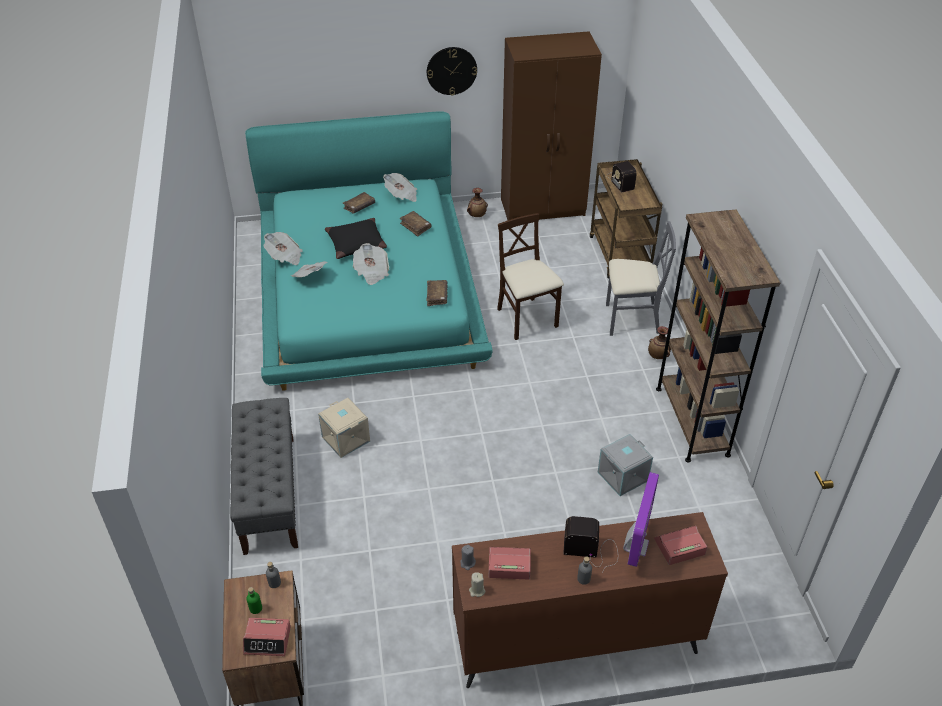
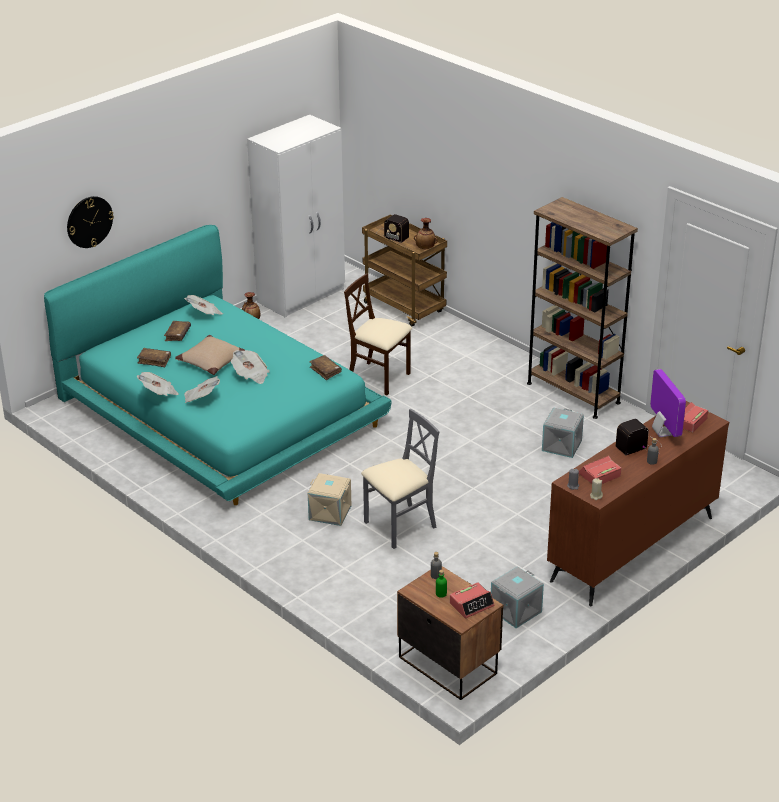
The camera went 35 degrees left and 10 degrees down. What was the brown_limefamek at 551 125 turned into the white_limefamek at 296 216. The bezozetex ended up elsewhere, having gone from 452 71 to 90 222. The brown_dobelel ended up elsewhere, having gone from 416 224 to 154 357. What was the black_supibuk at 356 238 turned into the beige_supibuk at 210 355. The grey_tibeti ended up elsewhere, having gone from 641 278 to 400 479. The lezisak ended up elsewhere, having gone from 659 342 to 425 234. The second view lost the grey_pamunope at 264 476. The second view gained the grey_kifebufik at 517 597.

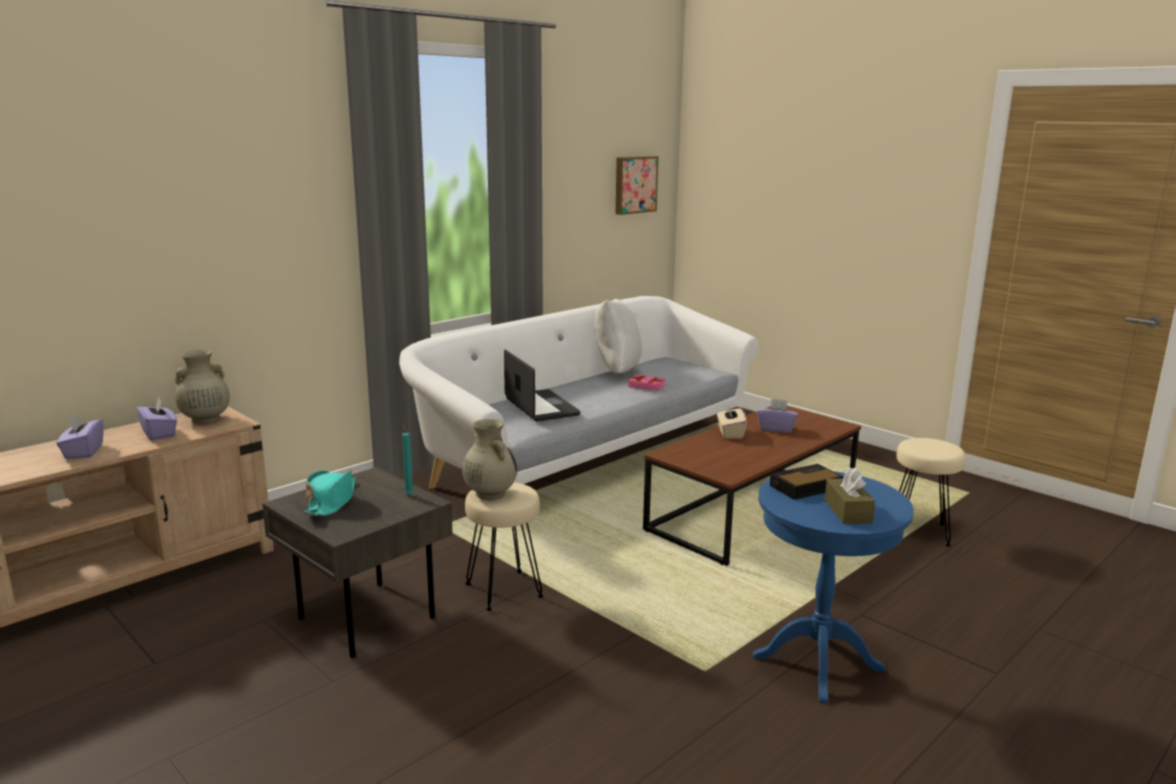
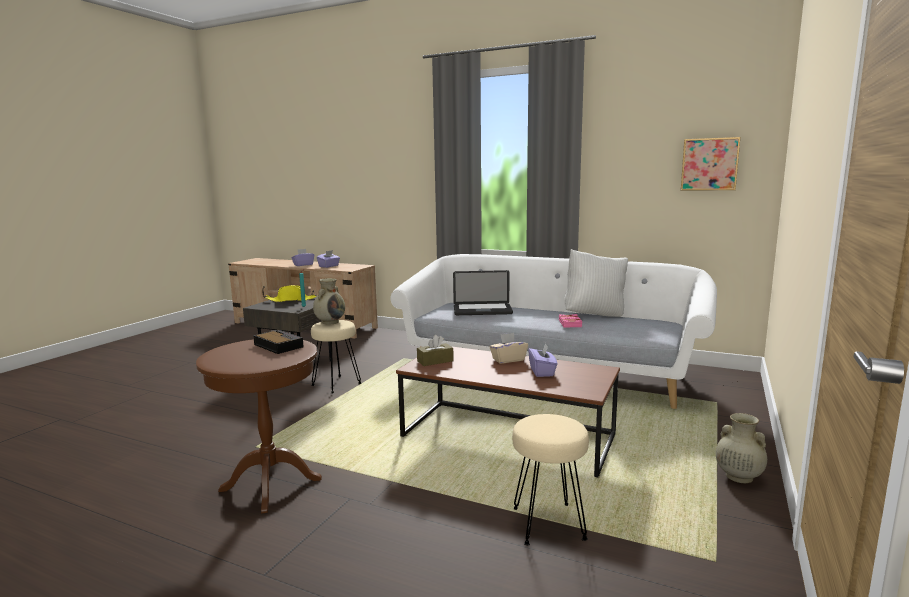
The camera went 70 degrees right and 5 degrees down. The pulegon at 542 385 ended up facing another way, 45 degrees clockwise from before. The beige_lezisak ended up elsewhere, having gone from 202 387 to 741 448. The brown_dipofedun ended up elsewhere, having gone from 850 495 to 435 350. What was the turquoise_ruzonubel at 329 493 turned into the yellow_ruzonubel at 291 293. What was the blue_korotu at 833 587 turned into the brown_korotu at 259 426.

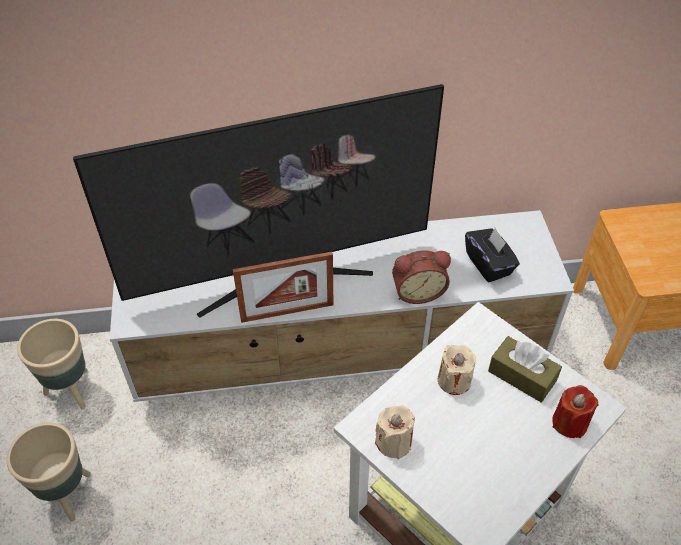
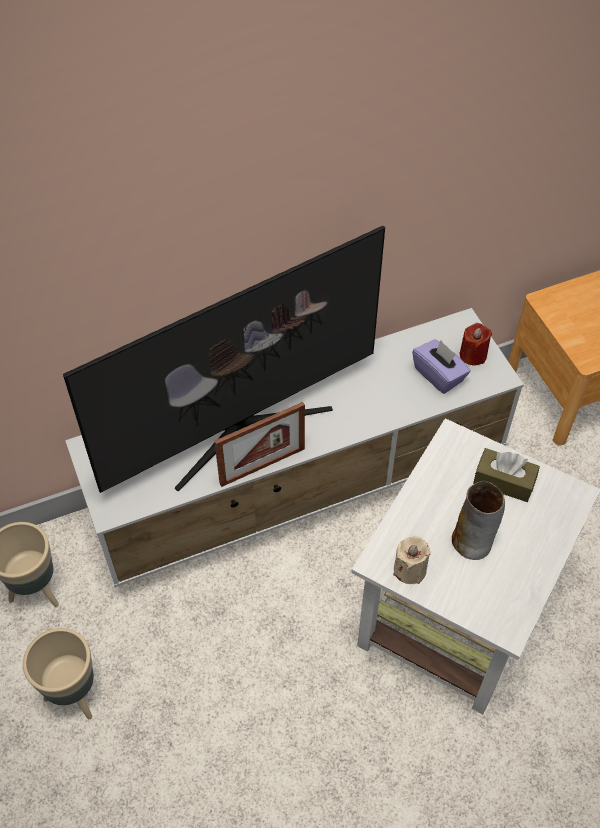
The camera went 15 degrees left and 5 degrees up. What was the black_dipofedun at 492 255 turned into the purple_dipofedun at 441 366. The second view lost the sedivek at 421 277. The second view lost the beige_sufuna at 457 370. The red_sufuna ended up elsewhere, having gone from 575 411 to 476 344. The second view gained the lezisak at 478 520.

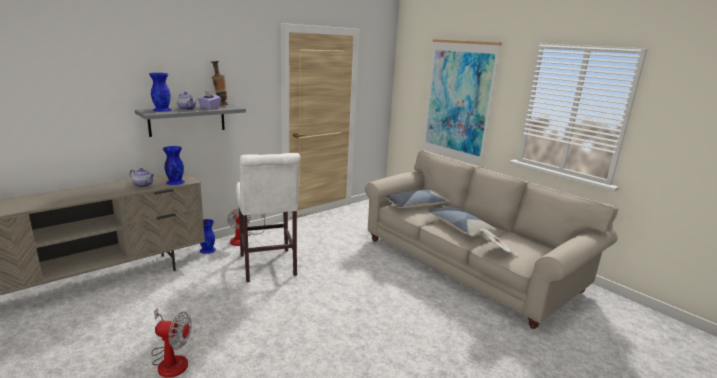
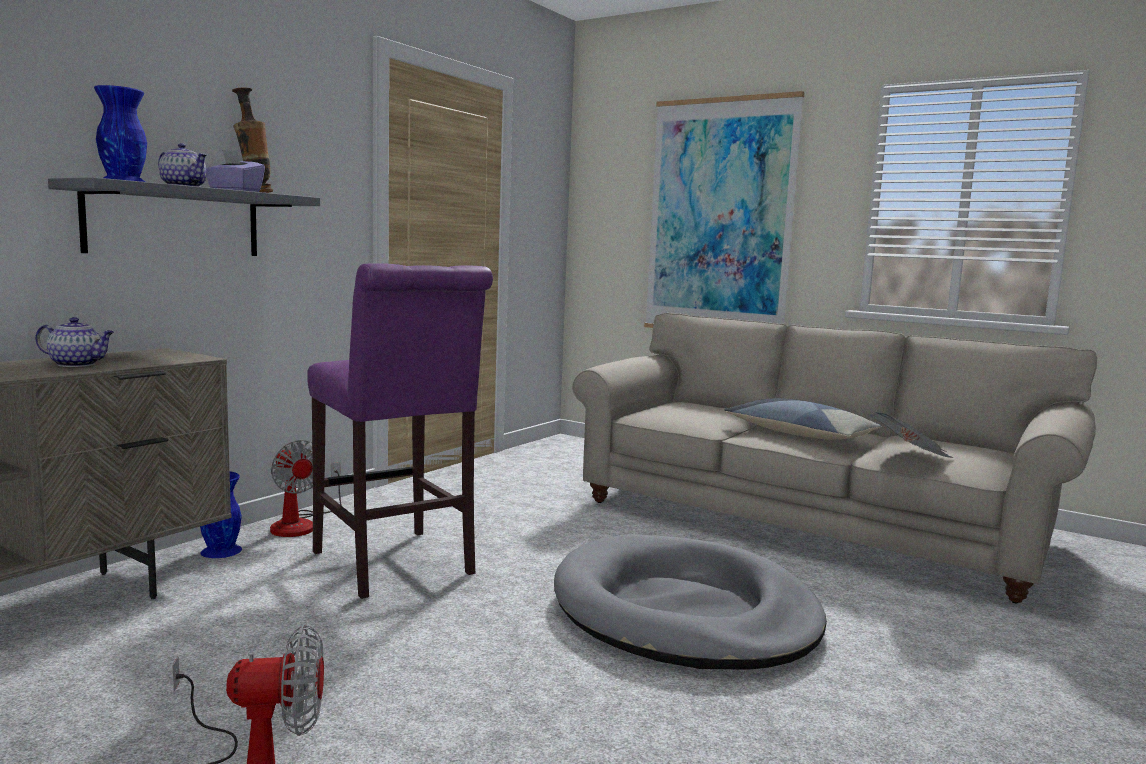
The camera went 15 degrees left and 10 degrees down. The second view lost the blue_lezisak at 174 165. What was the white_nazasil at 268 217 turned into the purple_nazasil at 400 431. The second view lost the supibuk at 418 199. The second view gained the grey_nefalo at 690 602.

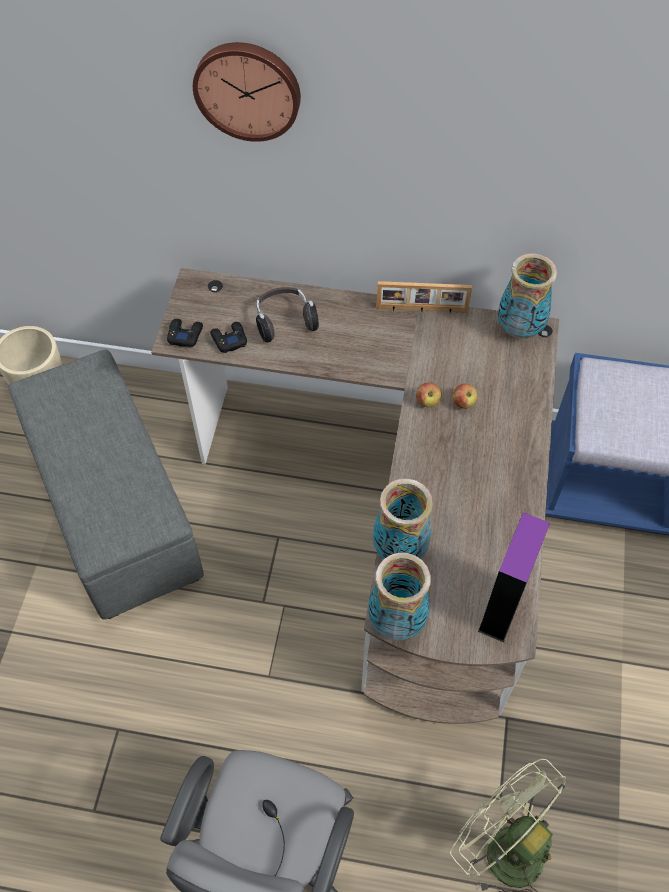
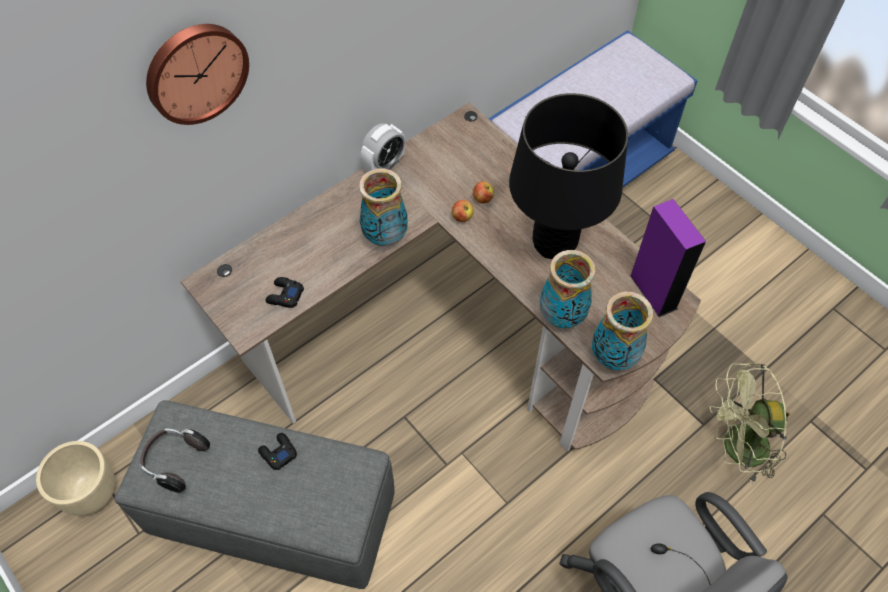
The camera went 50 degrees left and 0 degrees up. The lezisak ended up elsewhere, having gone from 527 295 to 383 207. Where the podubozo stood at 424 297, the sedivek came to stand at 383 147. The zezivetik ended up elsewhere, having gone from 287 315 to 175 460. The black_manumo ended up elsewhere, having gone from 185 333 to 277 451. The second view gained the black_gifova at 568 176.

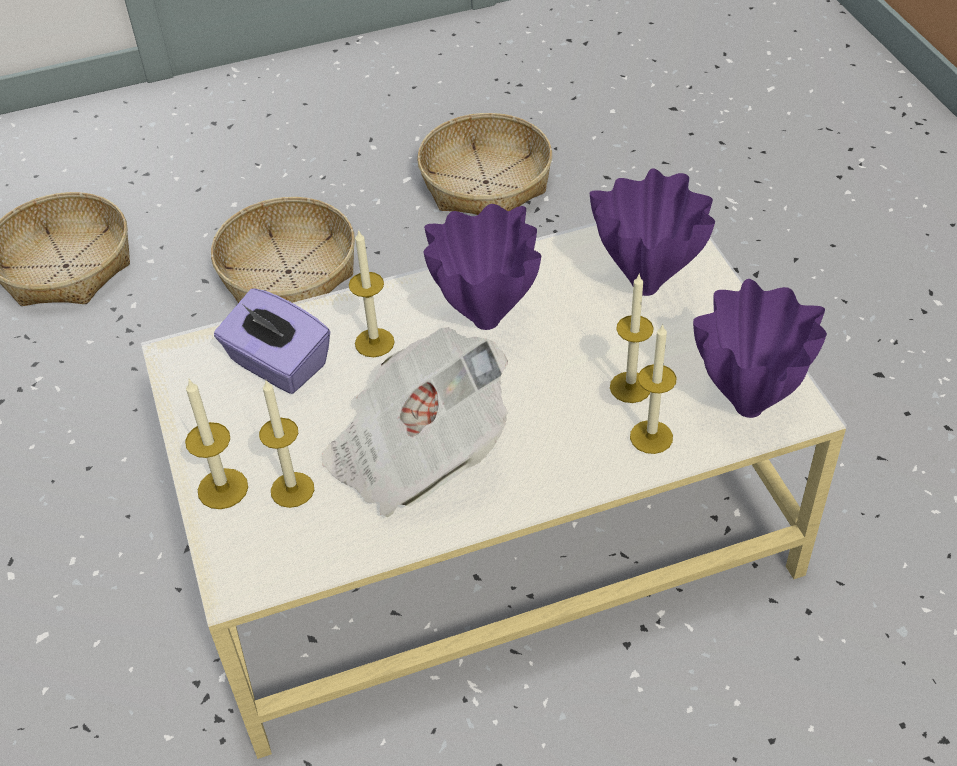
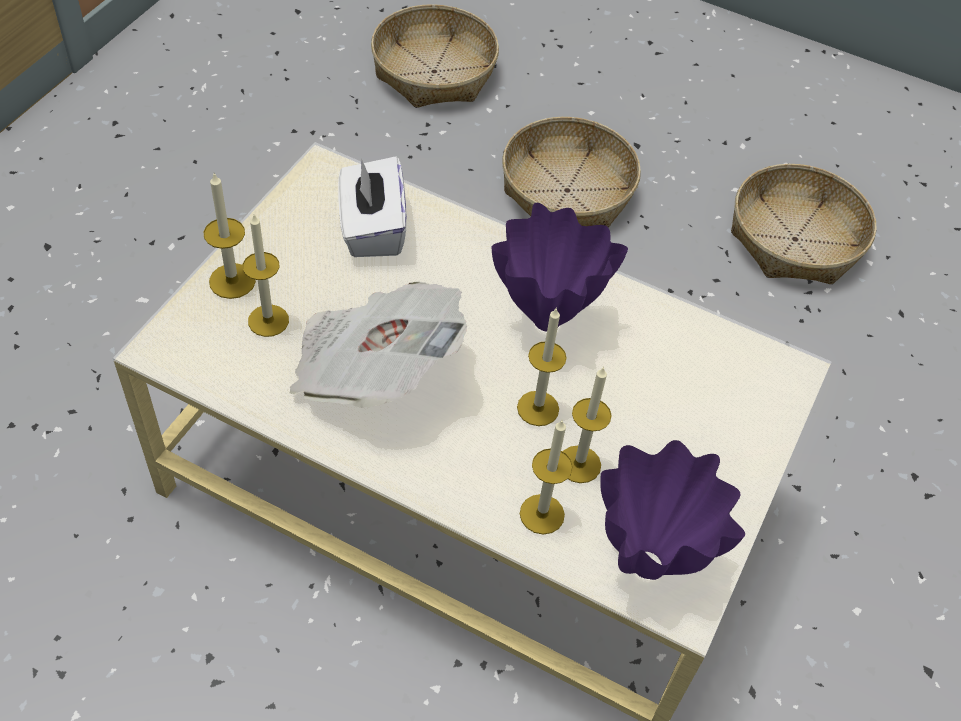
The camera went 40 degrees right and 5 degrees up. The second view lost the purple_lezisak at 652 232. The sufuna ended up elsewhere, having gone from 372 293 to 542 366. What was the purple_dipofedun at 272 341 turned into the white_dipofedun at 372 206.

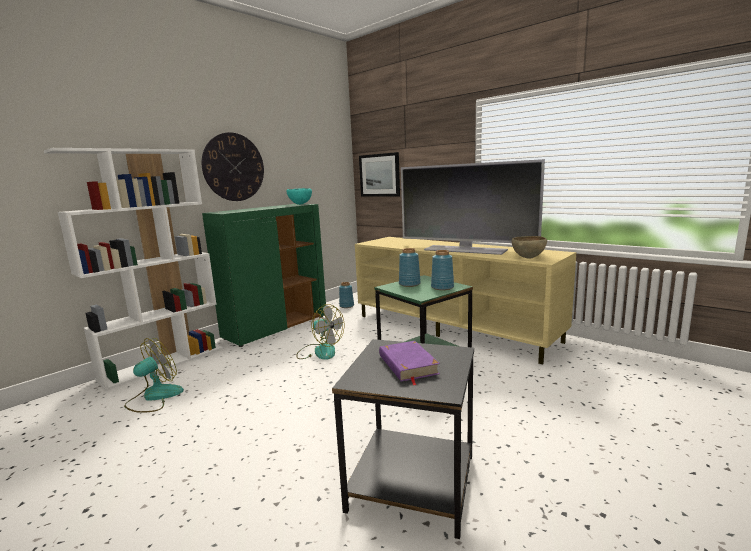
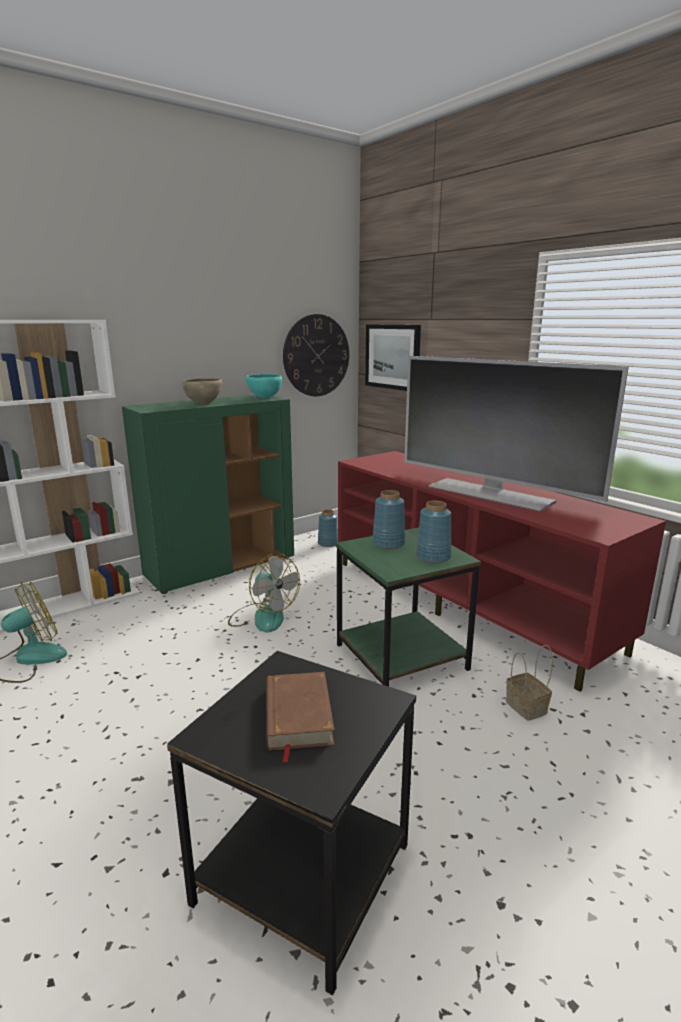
The camera went 10 degrees right and 5 degrees up. The bezozetex ended up elsewhere, having gone from 233 166 to 316 355. The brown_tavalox ended up elsewhere, having gone from 529 247 to 202 391. What was the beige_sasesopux at 465 301 turned into the red_sasesopux at 502 571. What was the purple_dobelel at 409 363 turned into the brown_dobelel at 300 717. The second view gained the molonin at 529 683.

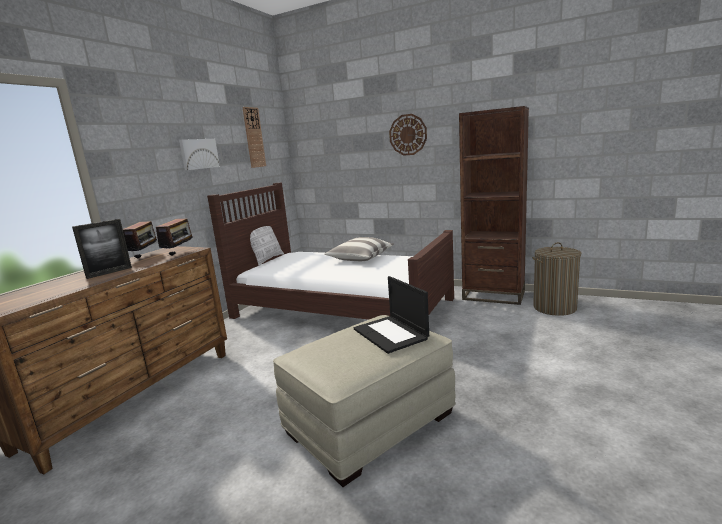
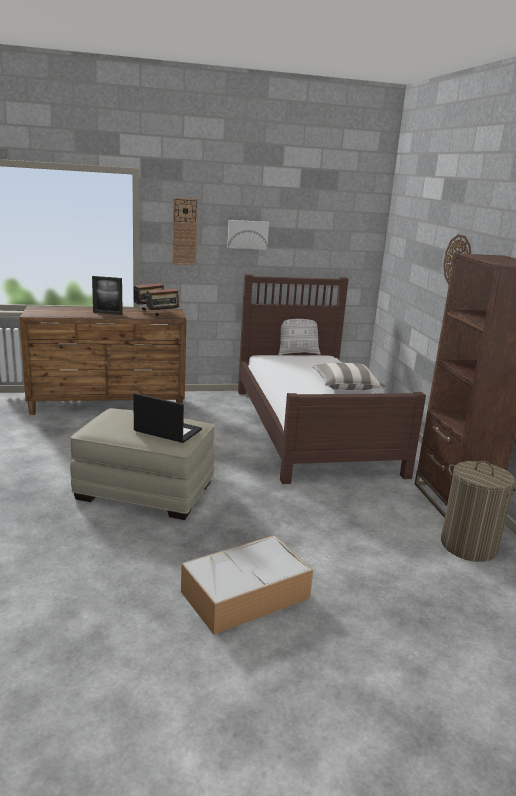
The camera went 50 degrees right and 5 degrees up. The bezozetex ended up elsewhere, having gone from 254 137 to 185 231. The pulegon at 391 315 ended up facing another way, 90 degrees clockwise from before. The second view gained the kifebufik at 247 585.

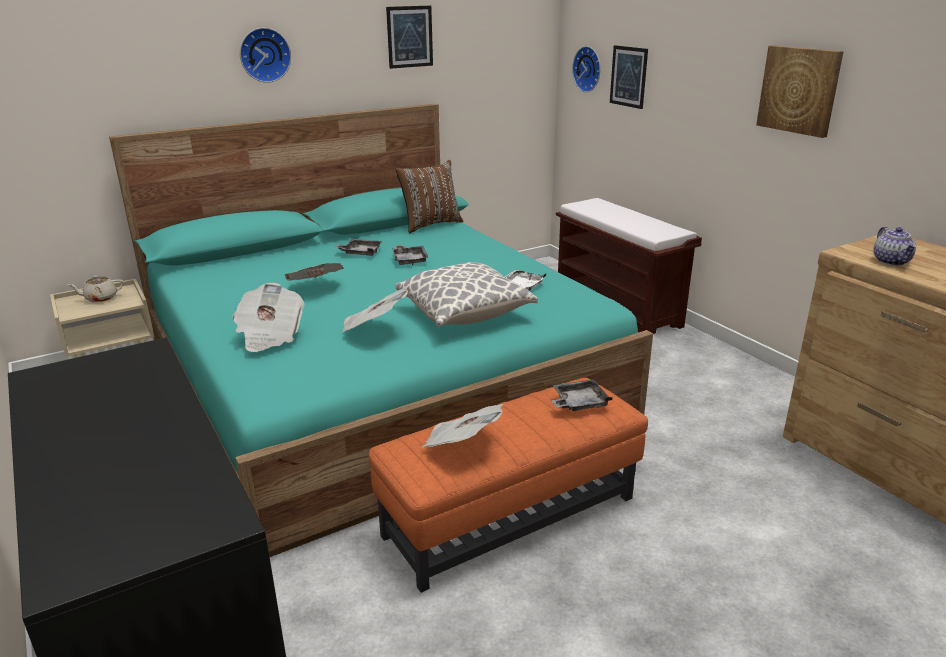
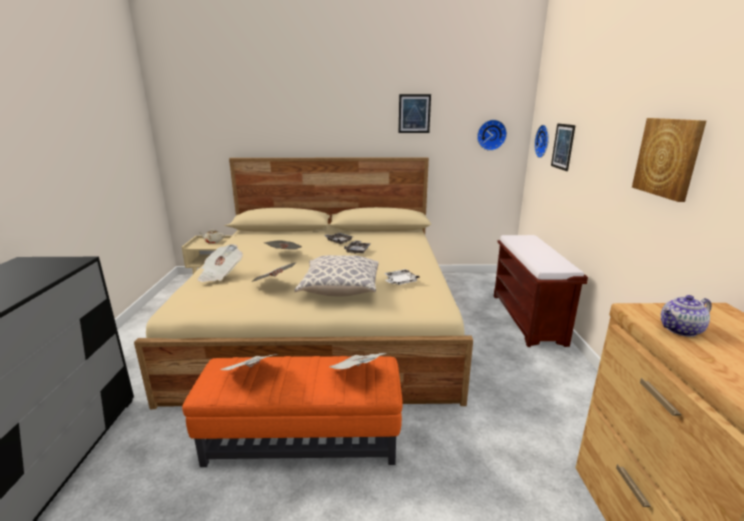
The camera went 30 degrees right and 5 degrees down. The bezozetex ended up elsewhere, having gone from 265 55 to 492 135. What was the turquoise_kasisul at 381 330 turned into the beige_kasisul at 303 283. The second view lost the brown_supibuk at 429 196. The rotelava at 895 246 ended up facing another way, 45 degrees clockwise from before. Where the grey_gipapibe stood at 581 395, the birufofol came to stand at 358 361.

